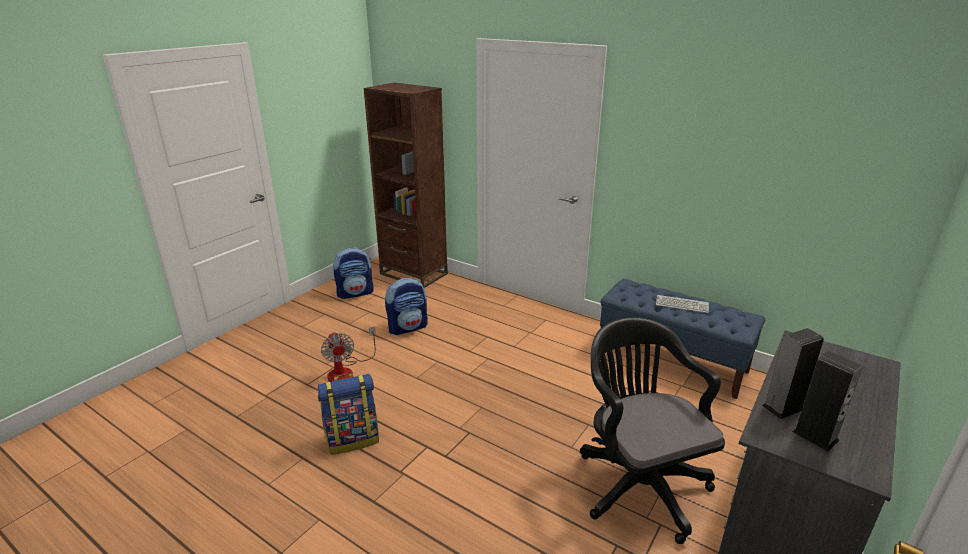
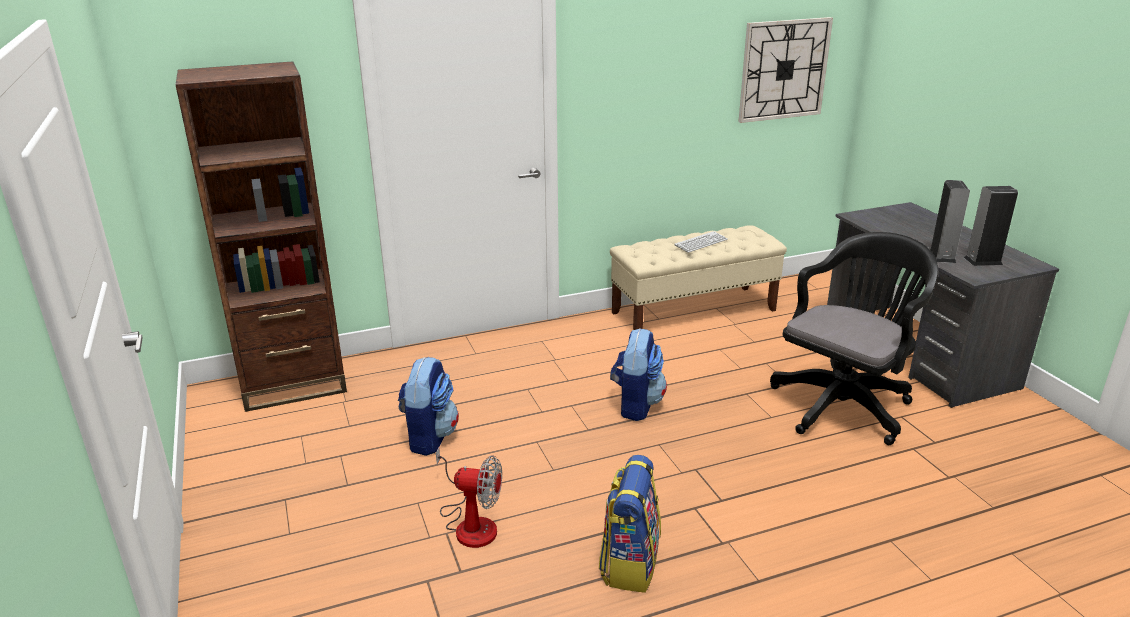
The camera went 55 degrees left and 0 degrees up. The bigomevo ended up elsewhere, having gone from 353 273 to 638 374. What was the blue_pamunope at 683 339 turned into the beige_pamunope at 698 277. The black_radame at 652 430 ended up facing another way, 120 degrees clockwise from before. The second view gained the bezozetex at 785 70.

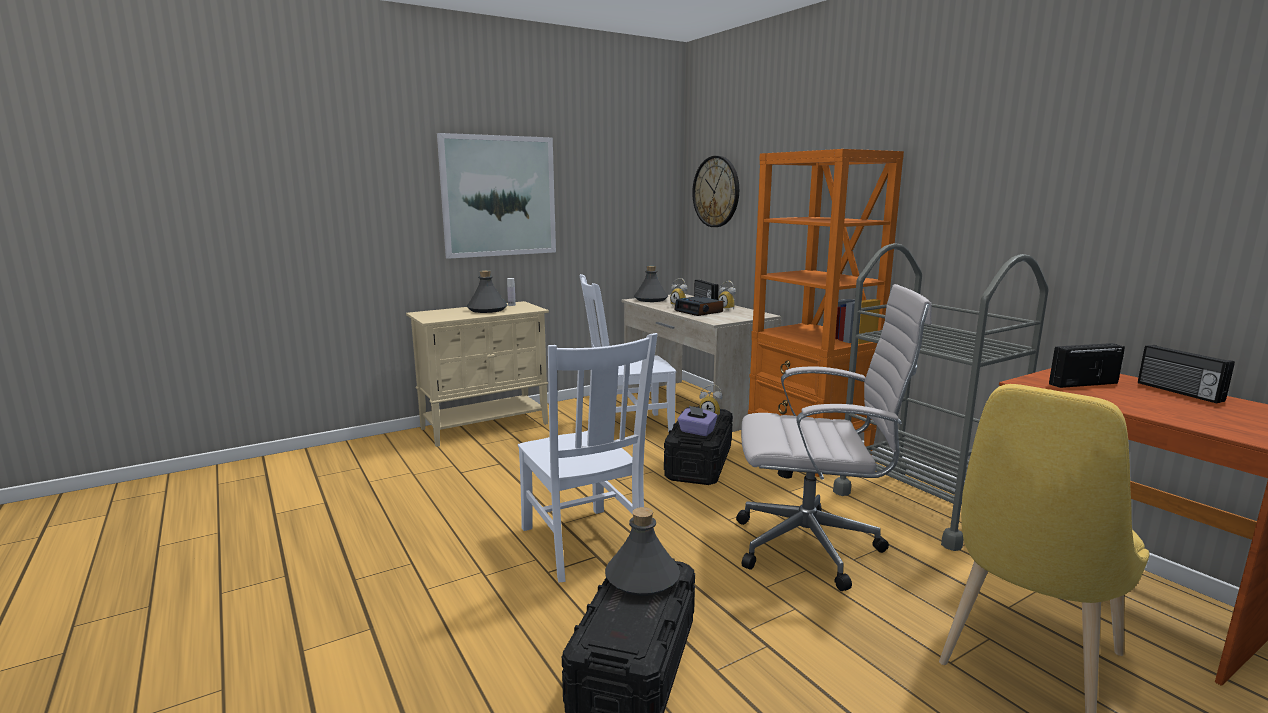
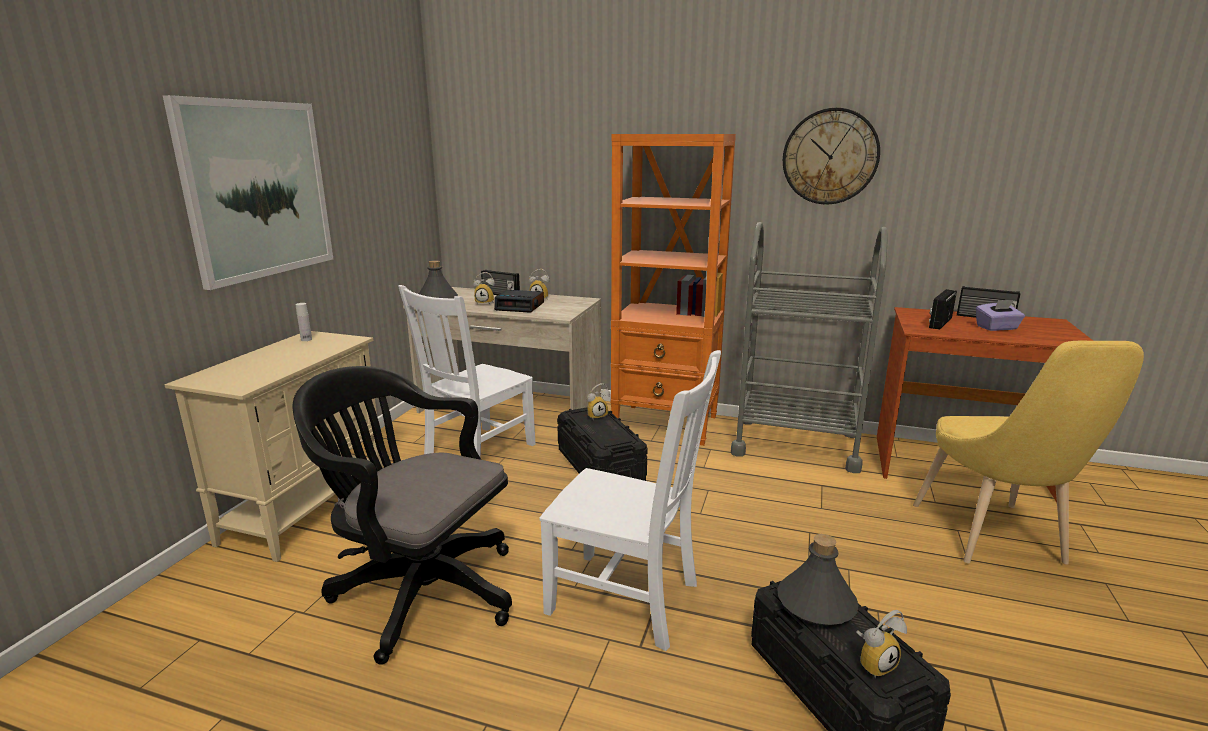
The camera went 40 degrees left and 5 degrees up. The bezozetex ended up elsewhere, having gone from 715 191 to 831 156. The second view lost the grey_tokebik at 487 291. The second view lost the white_radame at 834 437. The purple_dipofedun ended up elsewhere, having gone from 697 421 to 1000 315. The second view gained the black_radame at 402 515. The second view gained the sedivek at 881 644.

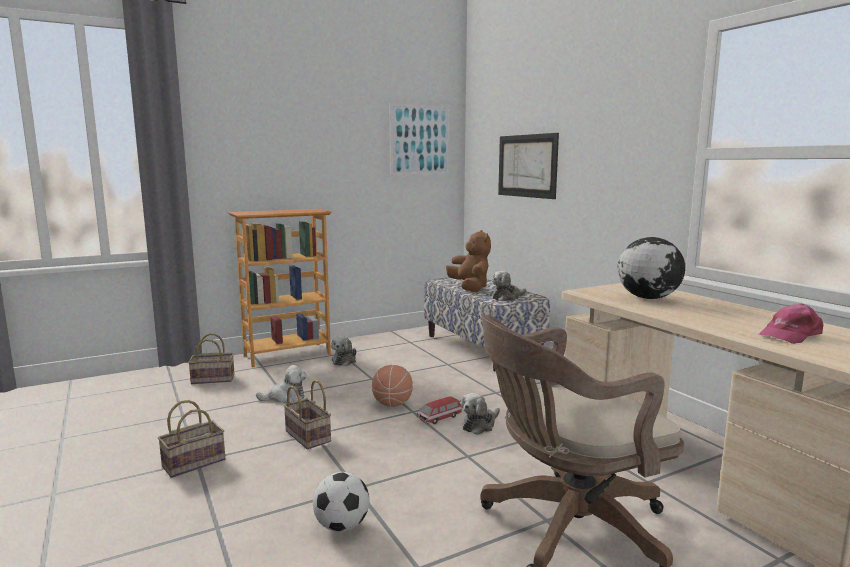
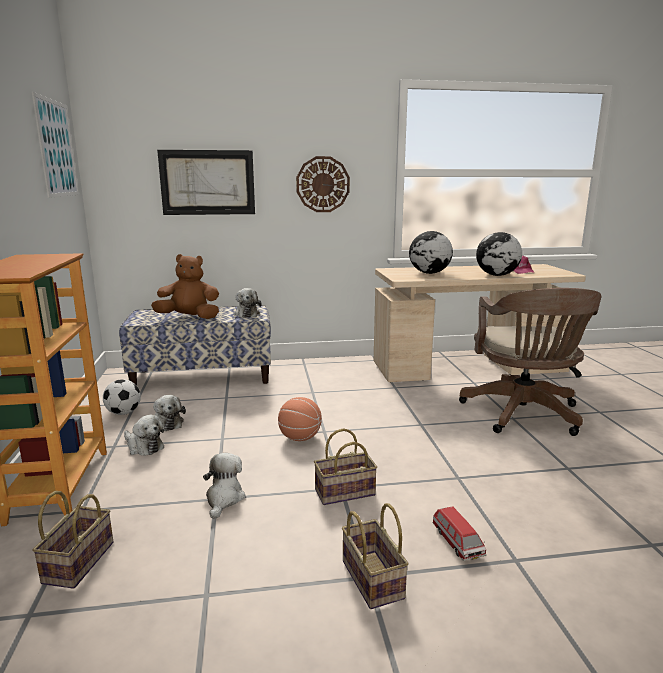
The camera went 70 degrees left and 5 degrees up. The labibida ended up elsewhere, having gone from 480 414 to 169 413. The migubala ended up elsewhere, having gone from 439 410 to 460 533. The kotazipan ended up elsewhere, having gone from 341 502 to 122 397. The second view gained the bezozetex at 323 184. The second view gained the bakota at 499 254.

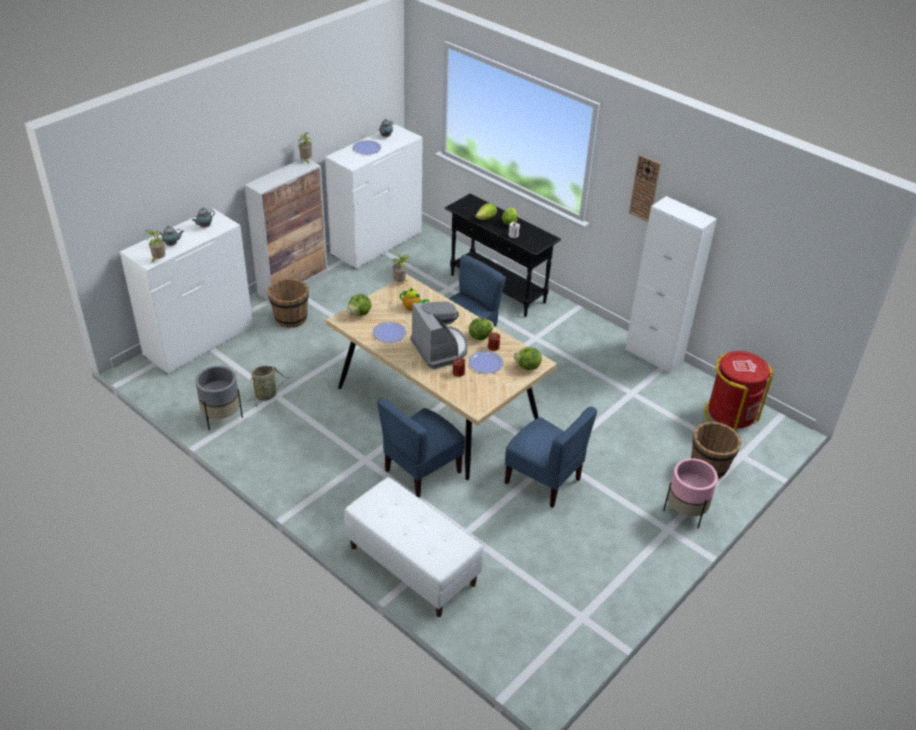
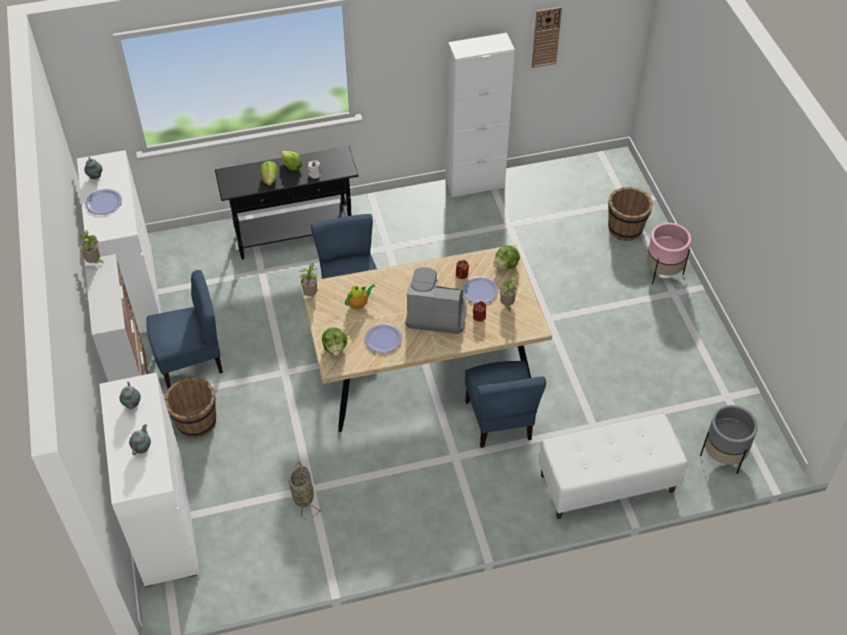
The camera went 55 degrees left and 10 degrees up. The bezozetex ended up elsewhere, having gone from 645 188 to 547 37. The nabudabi ended up elsewhere, having gone from 155 246 to 508 294. The second view lost the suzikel at 481 329. The second view lost the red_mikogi at 738 391. The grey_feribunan ended up elsewhere, having gone from 219 398 to 729 439. The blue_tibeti ended up elsewhere, having gone from 551 457 to 184 329.

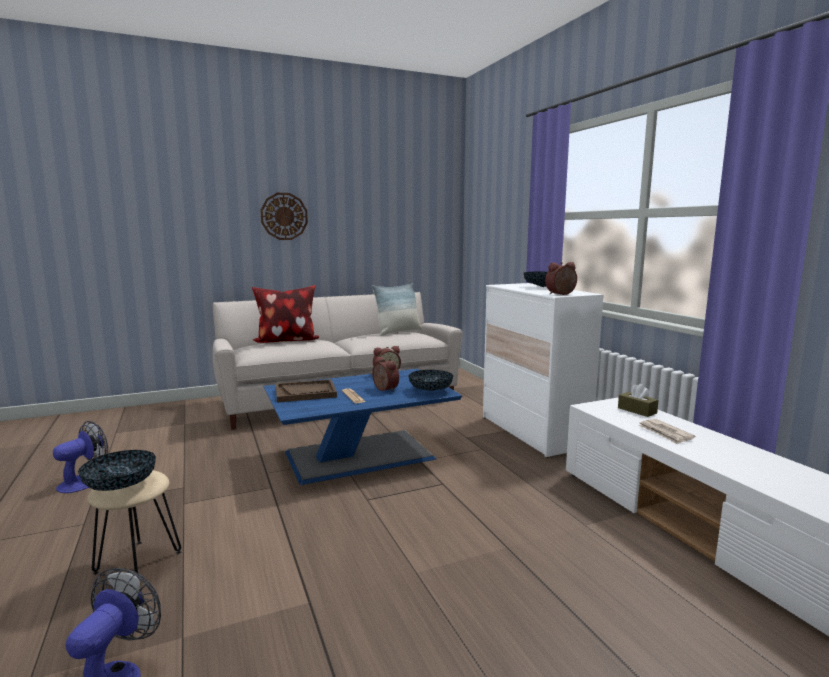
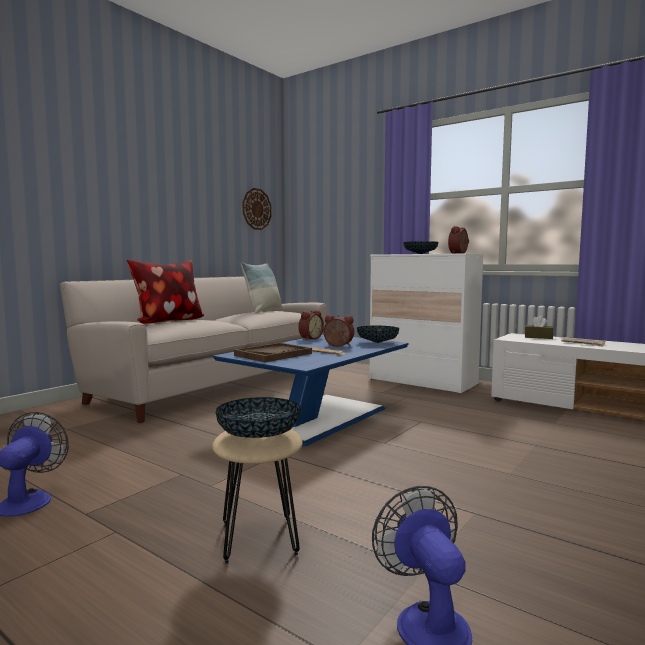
The camera went 30 degrees left and 5 degrees down. The bezozetex ended up elsewhere, having gone from 284 216 to 257 209.

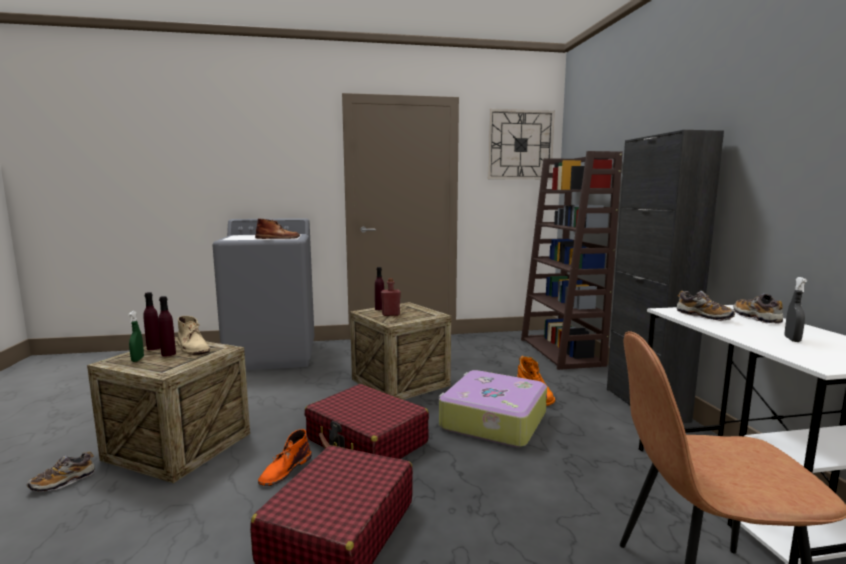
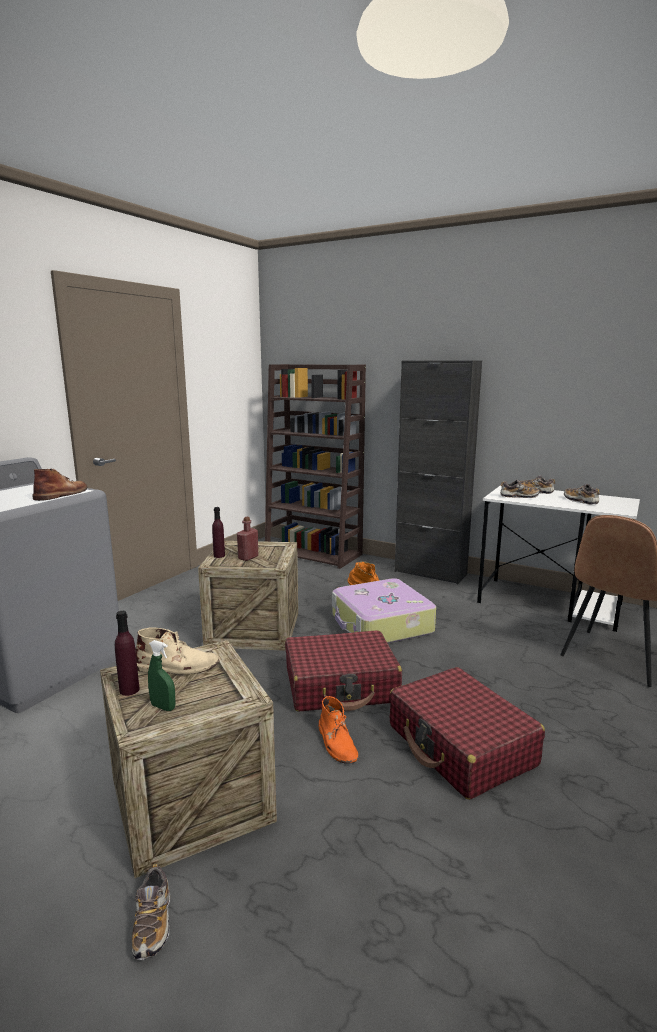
The camera went 50 degrees left and 5 degrees up. The second view lost the bezozetex at 521 144. Where the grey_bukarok stood at 796 309, the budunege came to stand at 582 494. The second view lost the purple_tokebik at 167 326.

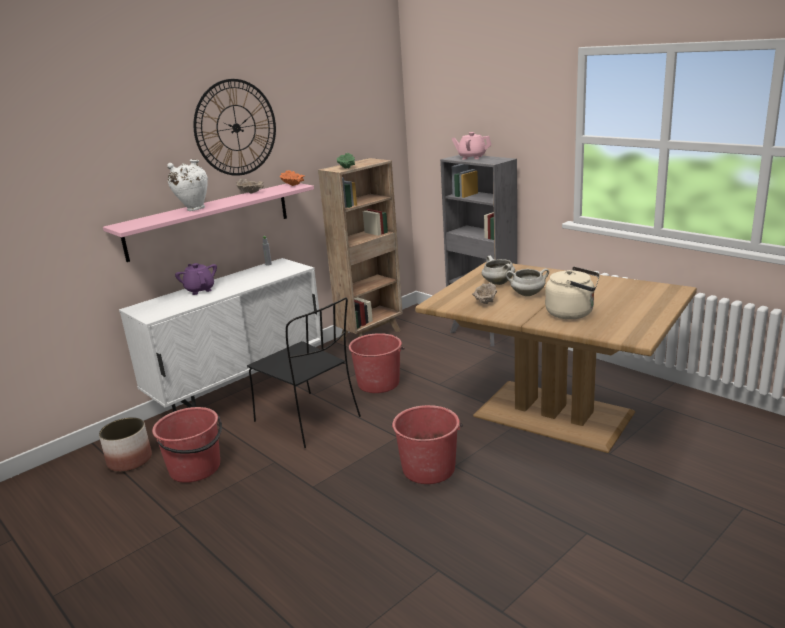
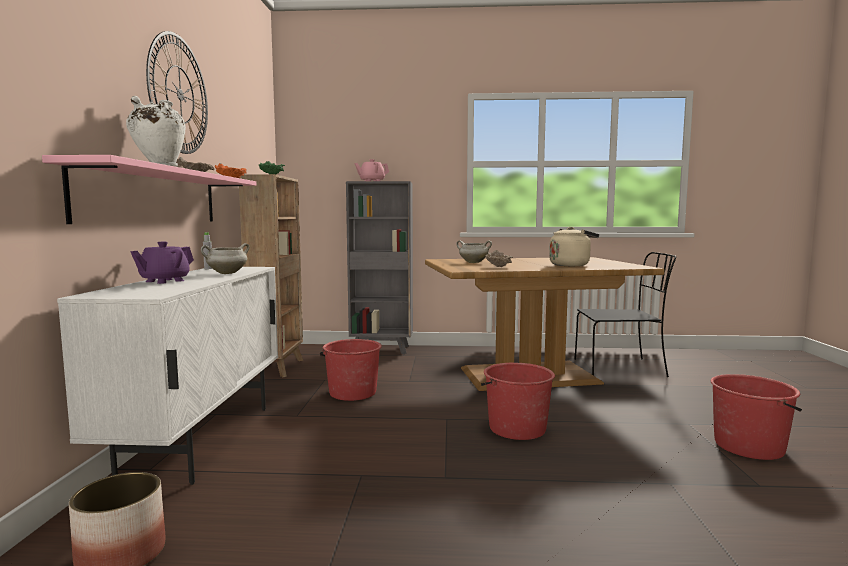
The camera went 45 degrees left and 15 degrees down. The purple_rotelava at 196 279 ended up facing another way, 75 degrees counterclockwise from before. The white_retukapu ended up elsewhere, having gone from 527 282 to 225 258. The black_tibeti ended up elsewhere, having gone from 304 372 to 625 314. The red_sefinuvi ended up elsewhere, having gone from 187 445 to 756 417.

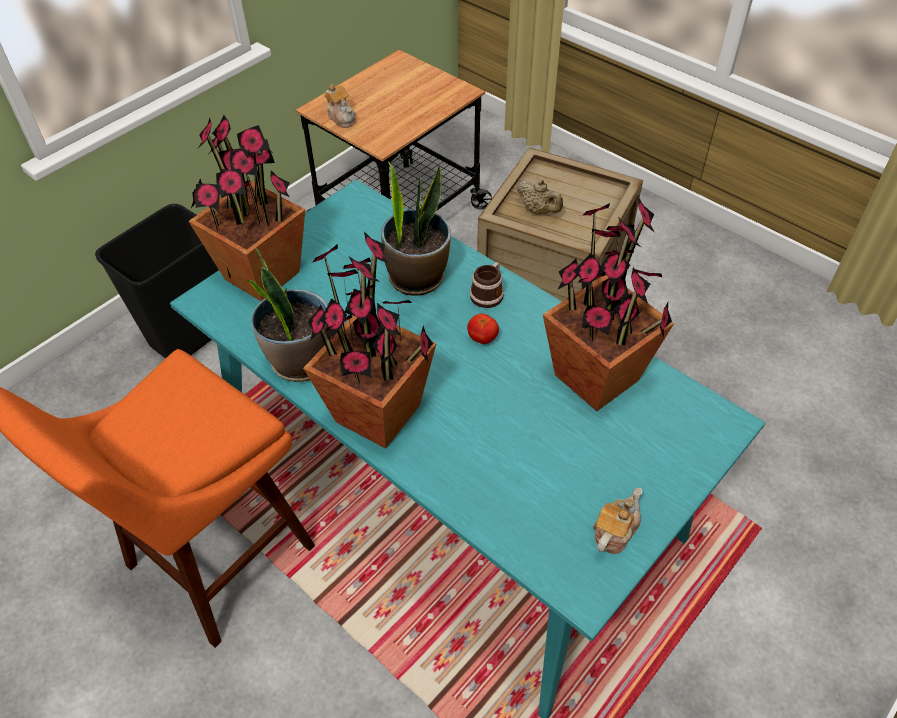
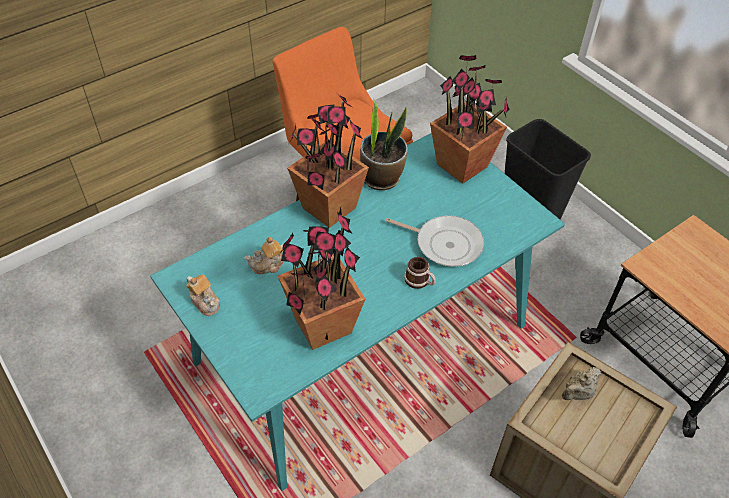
The camera went 100 degrees right and 0 degrees up. The rotelava ended up elsewhere, having gone from 340 106 to 264 255. Where the nabudabi stood at 416 228, the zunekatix came to stand at 434 241. The second view lost the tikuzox at 483 329.

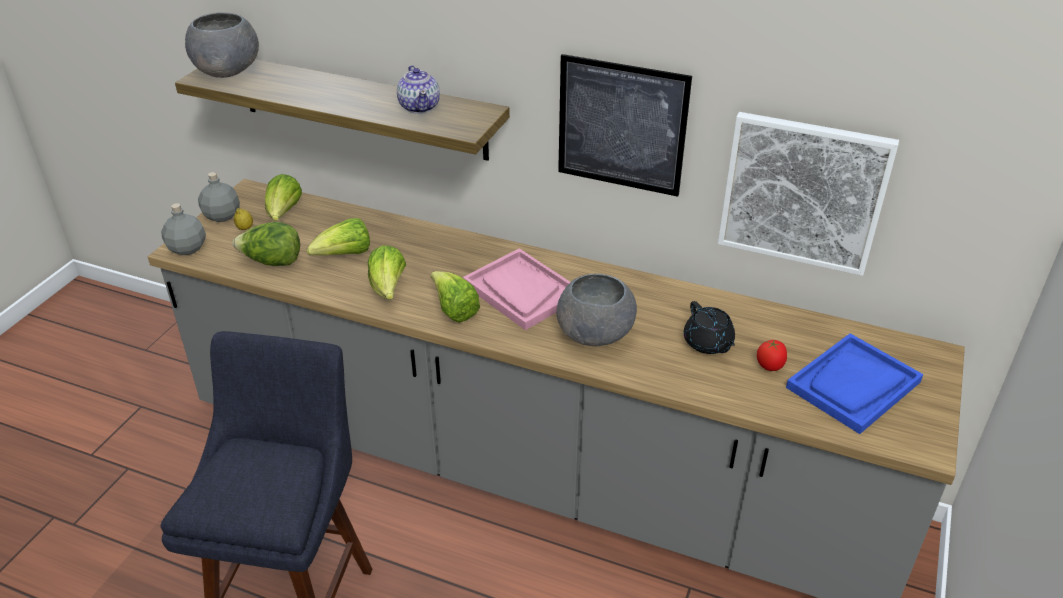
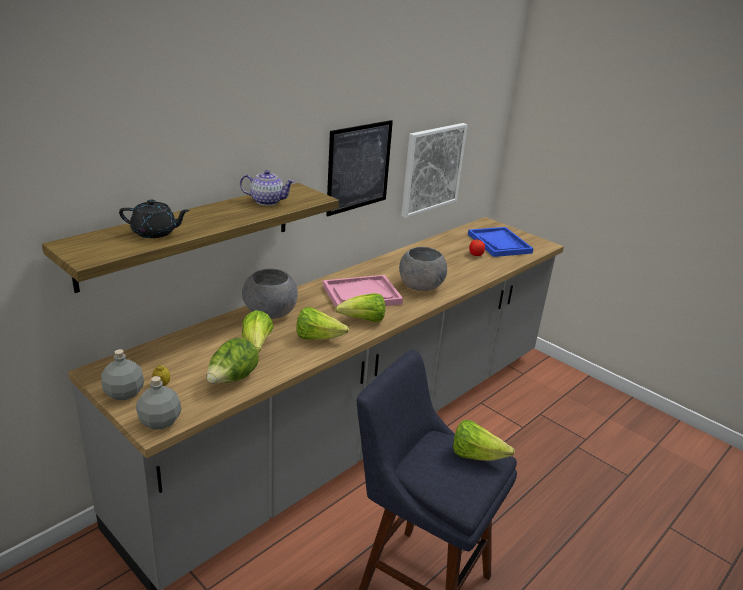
The camera went 70 degrees left and 10 degrees down. The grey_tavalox ended up elsewhere, having gone from 222 45 to 270 294. The suzikel ended up elsewhere, having gone from 283 197 to 484 440. The black_rotelava ended up elsewhere, having gone from 709 327 to 154 219.

